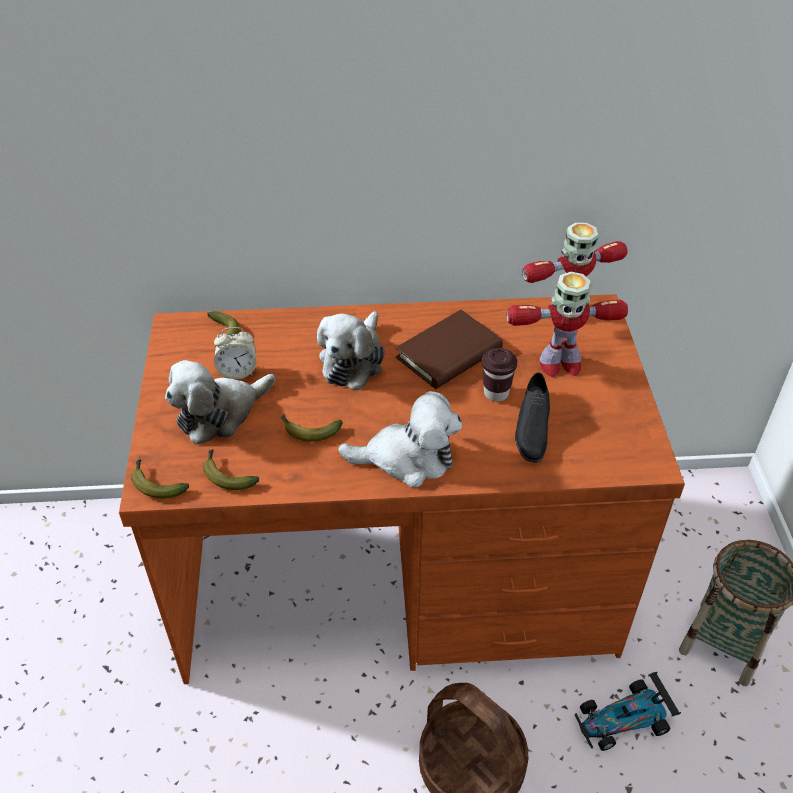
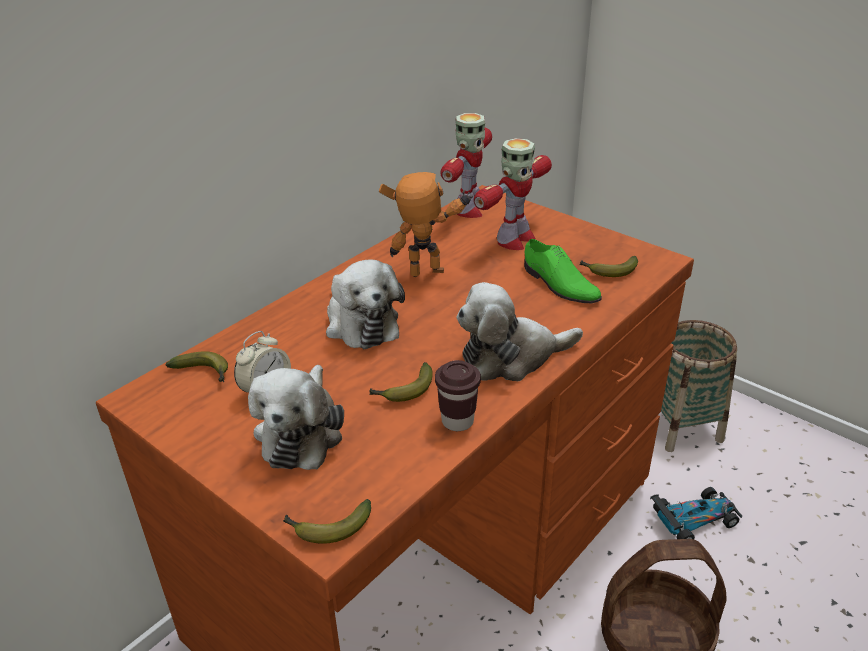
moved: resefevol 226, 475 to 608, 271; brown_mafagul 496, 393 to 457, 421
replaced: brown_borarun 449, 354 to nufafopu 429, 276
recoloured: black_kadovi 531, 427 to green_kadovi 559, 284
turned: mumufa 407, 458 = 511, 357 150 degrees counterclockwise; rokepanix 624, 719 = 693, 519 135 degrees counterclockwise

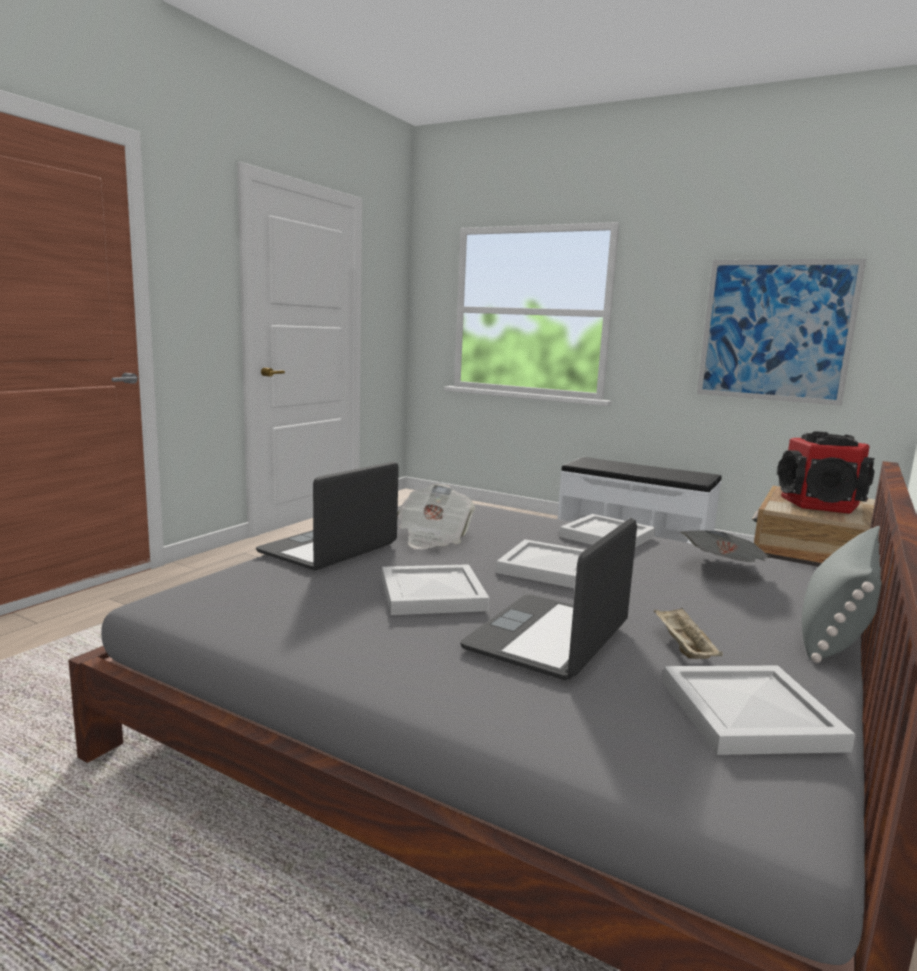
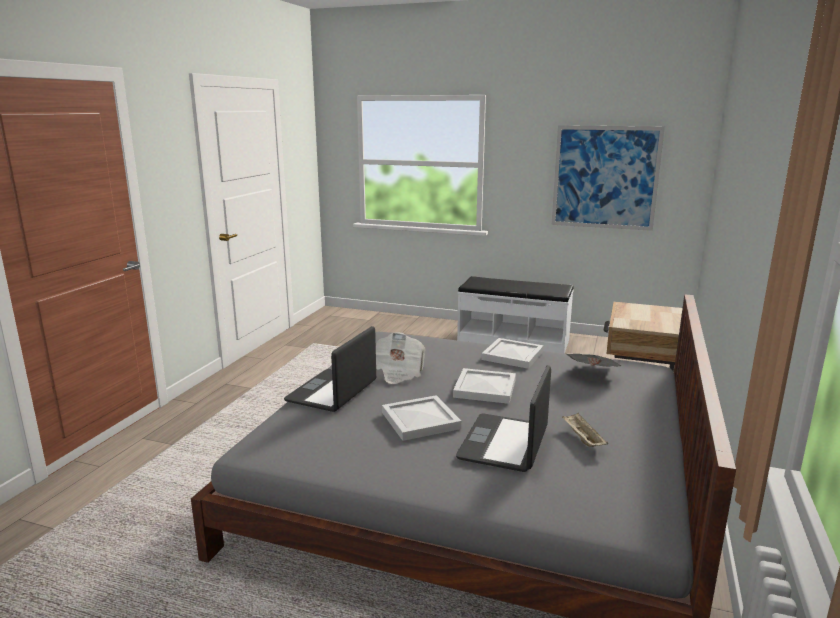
removed: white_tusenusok 752, 715; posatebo 822, 504; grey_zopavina 837, 627

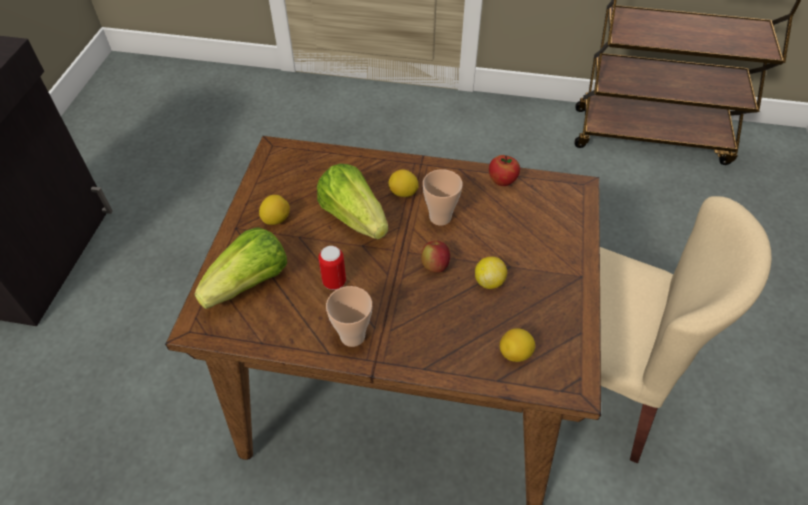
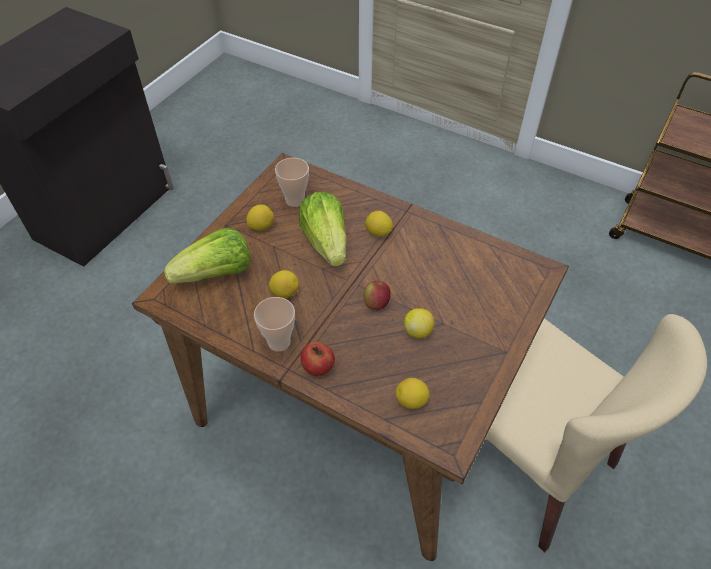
moved: mafagul 440, 217 to 295, 200; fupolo 502, 181 to 318, 368
replaced: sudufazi 334, 282 to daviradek 285, 292

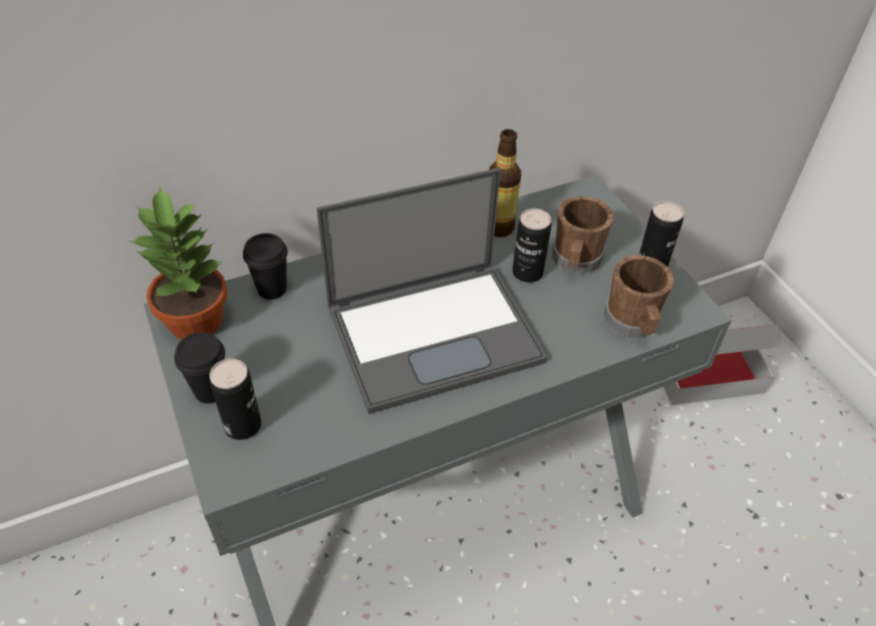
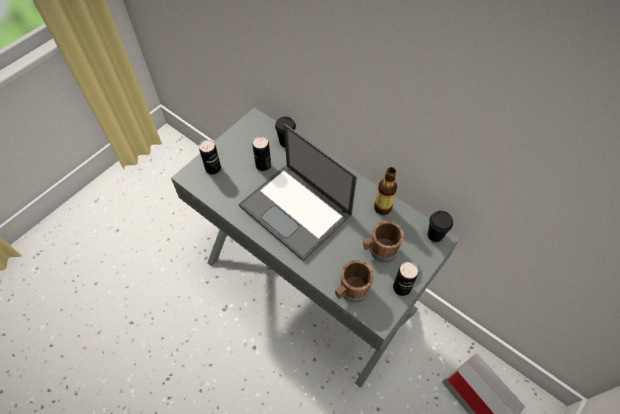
removed: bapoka 197, 320
moved: black_mafagul 211, 390 to 435, 235; sudufazi 527, 272 to 263, 165

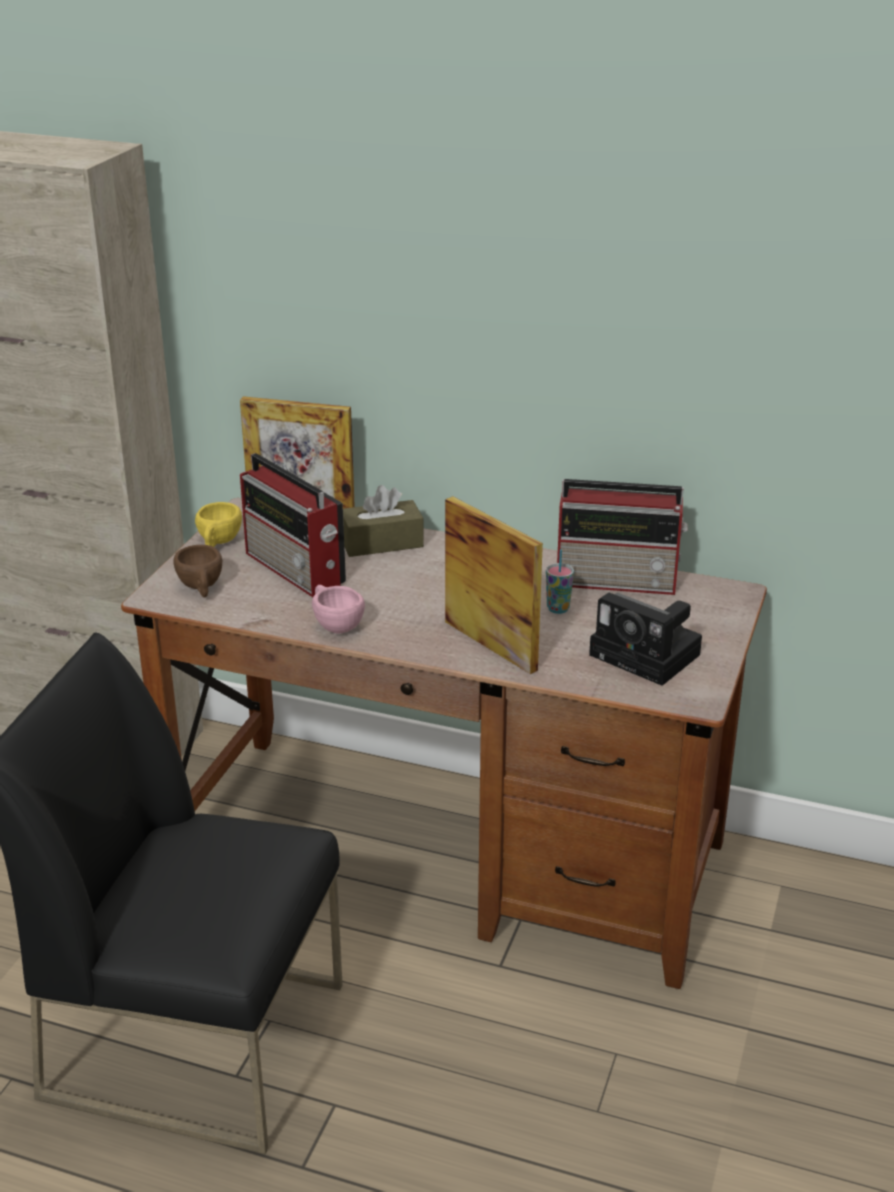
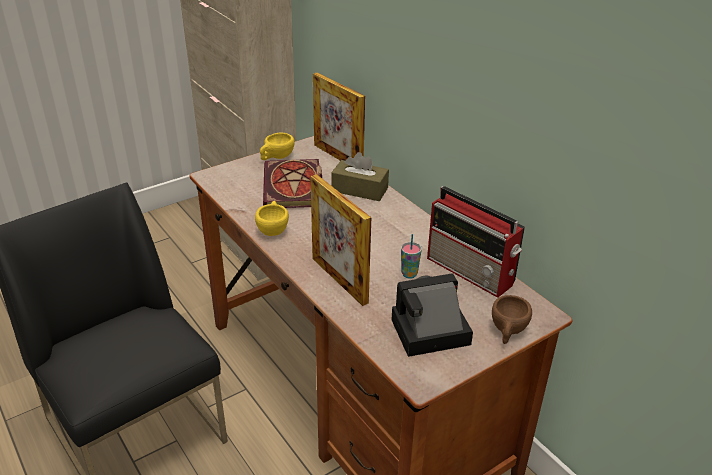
moved: brown_mafagul 201, 588 to 507, 331
replaced: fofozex 296, 570 to borarun 294, 188
recoloured: pink_mafagul 335, 624 to yellow_mafagul 273, 229
turned: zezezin 490, 645 = 339, 280 150 degrees clockwise; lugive 649, 656 = 427, 333 90 degrees clockwise

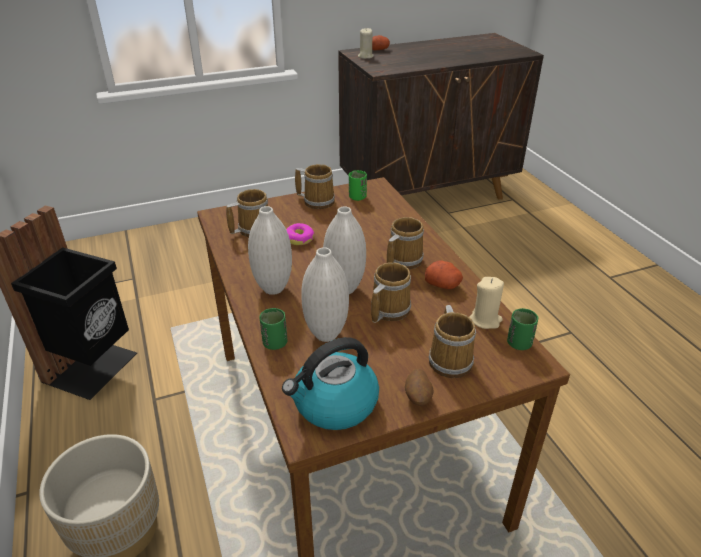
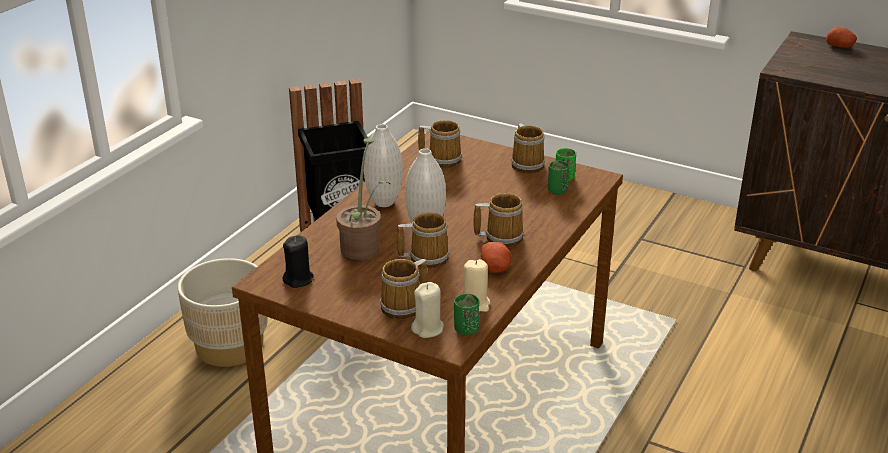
removed: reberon 299, 239; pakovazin 418, 397
moved: green_mafagul 275, 343 to 557, 191; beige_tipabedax 365, 56 to 428, 328
replaced: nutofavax 334, 404 to black_tipabedax 298, 279; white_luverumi 326, 334 to bapoka 363, 245

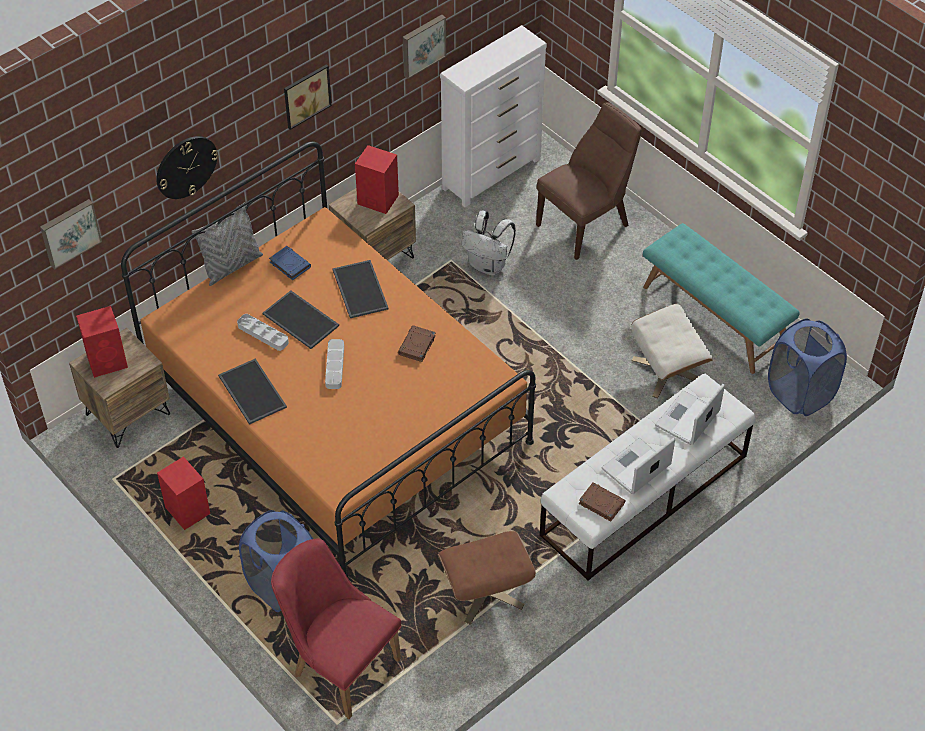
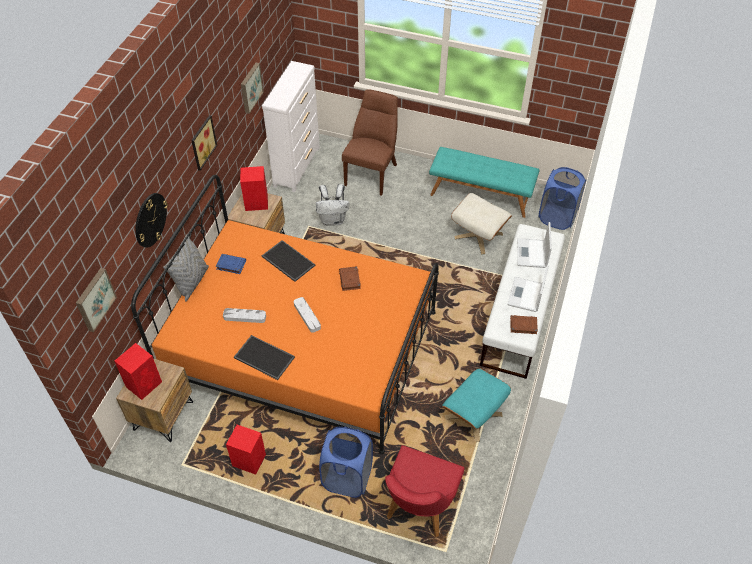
removed: tusenusok 302, 319
recoloured: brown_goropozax 485, 592 to turquoise_goropozax 473, 416
turned: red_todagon 338, 663 = 418, 510 75 degrees counterclockwise

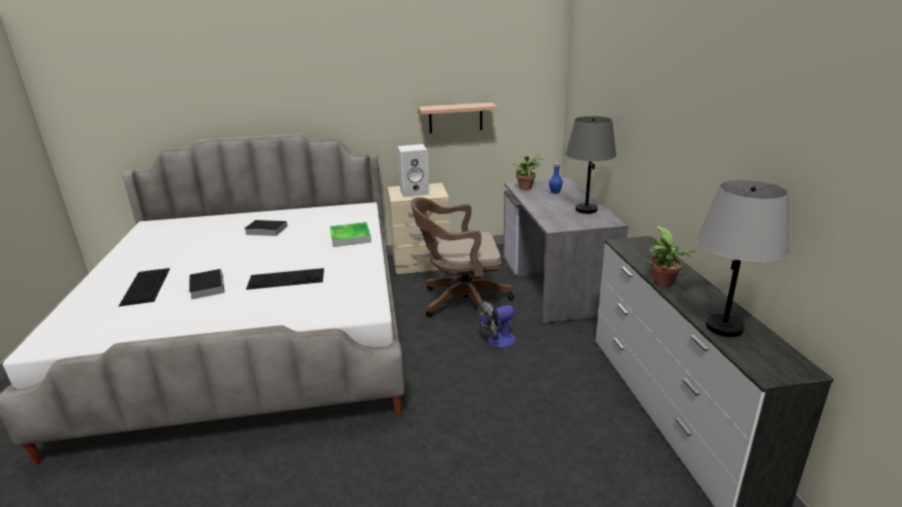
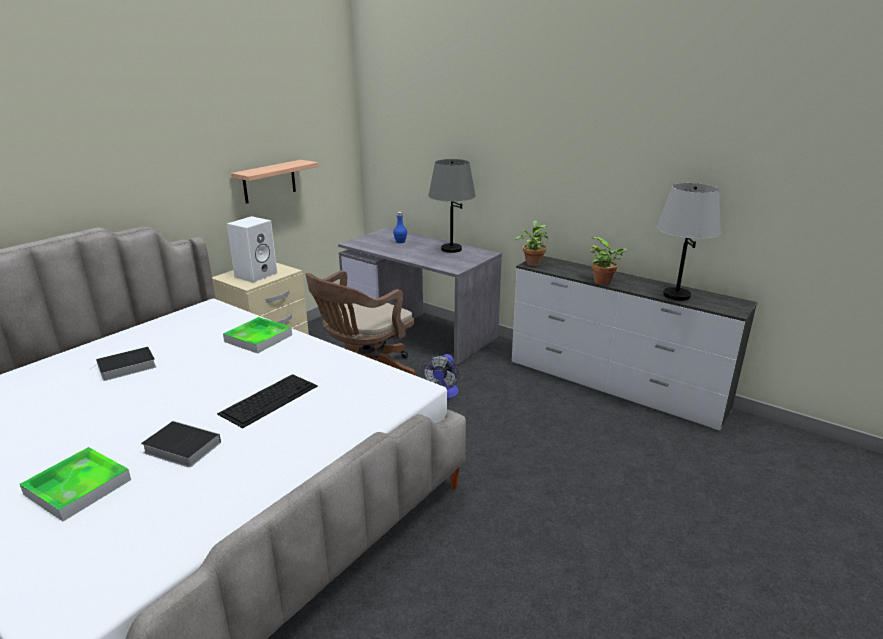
moved: bapoka 526, 187 to 532, 263
replaced: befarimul 145, 286 to tusenusok 78, 487

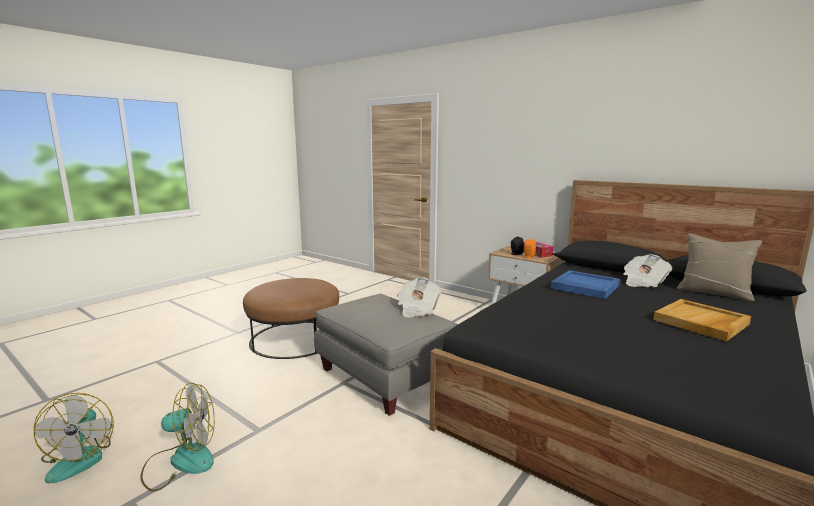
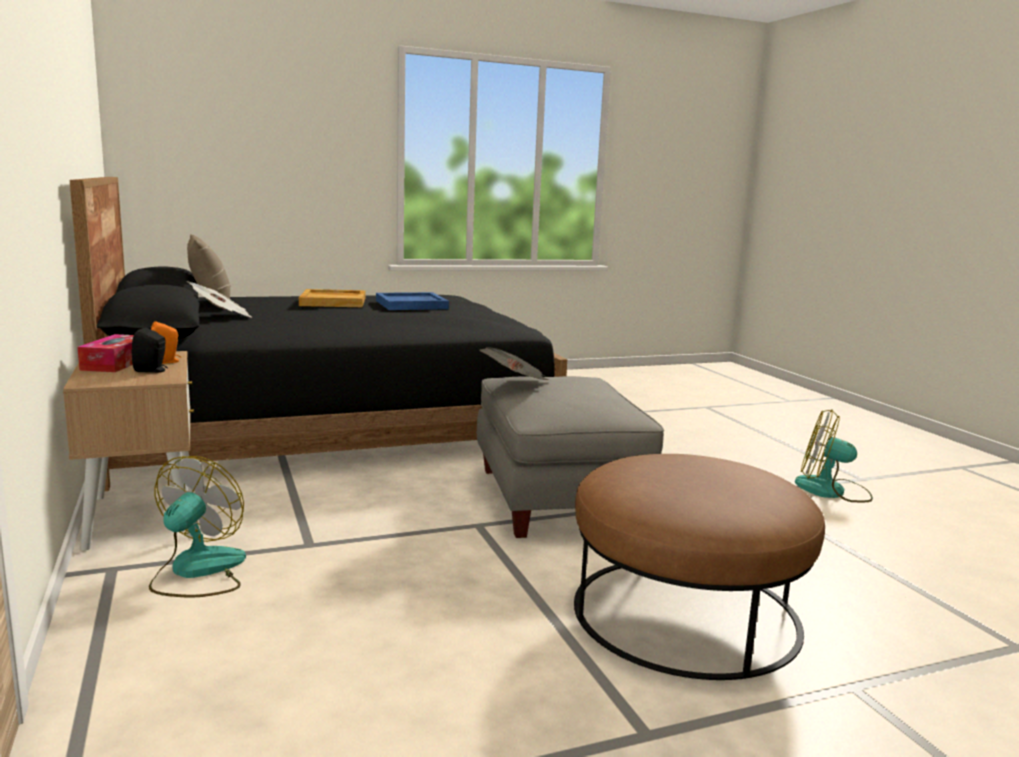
moved: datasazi 81, 457 to 197, 571; blue_tusenusok 584, 287 to 412, 305

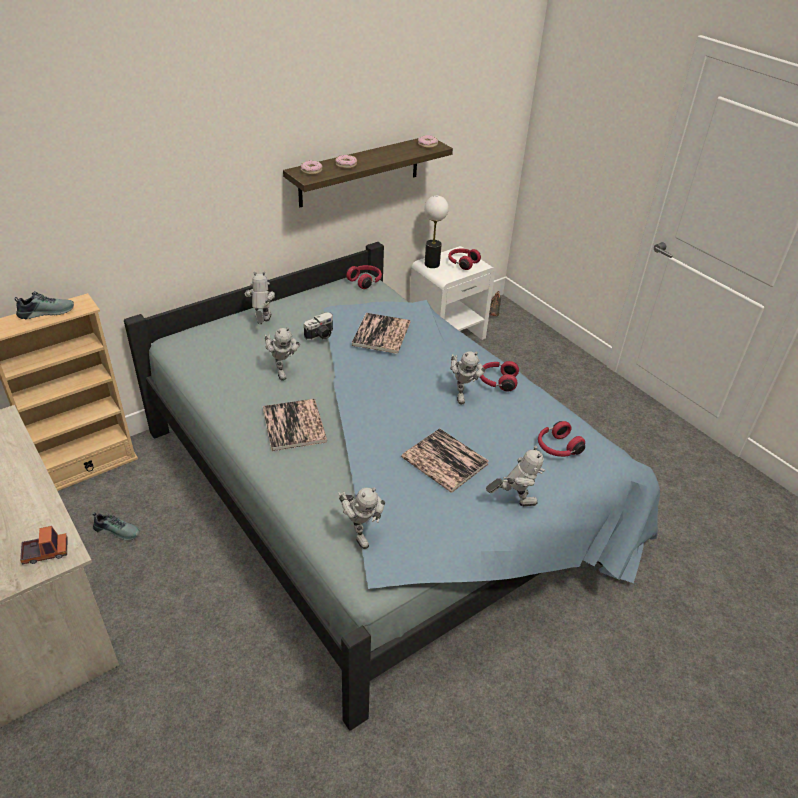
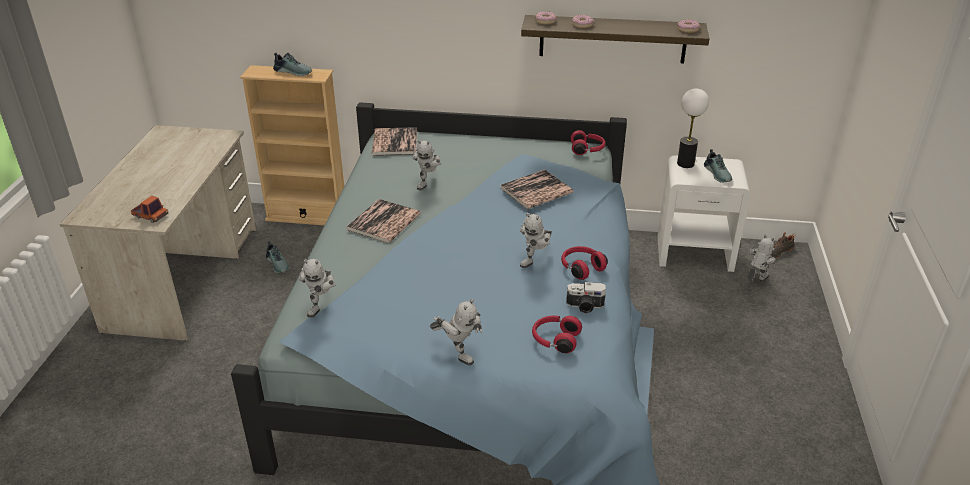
moved: nufafopu 262, 323 to 755, 281; lugive 321, 335 to 585, 306; borarun 444, 461 to 394, 142
replaced: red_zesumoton 462, 263 to kadovi 718, 174

